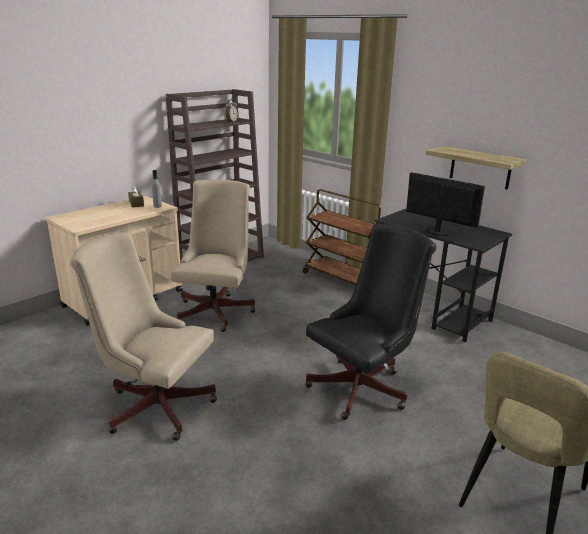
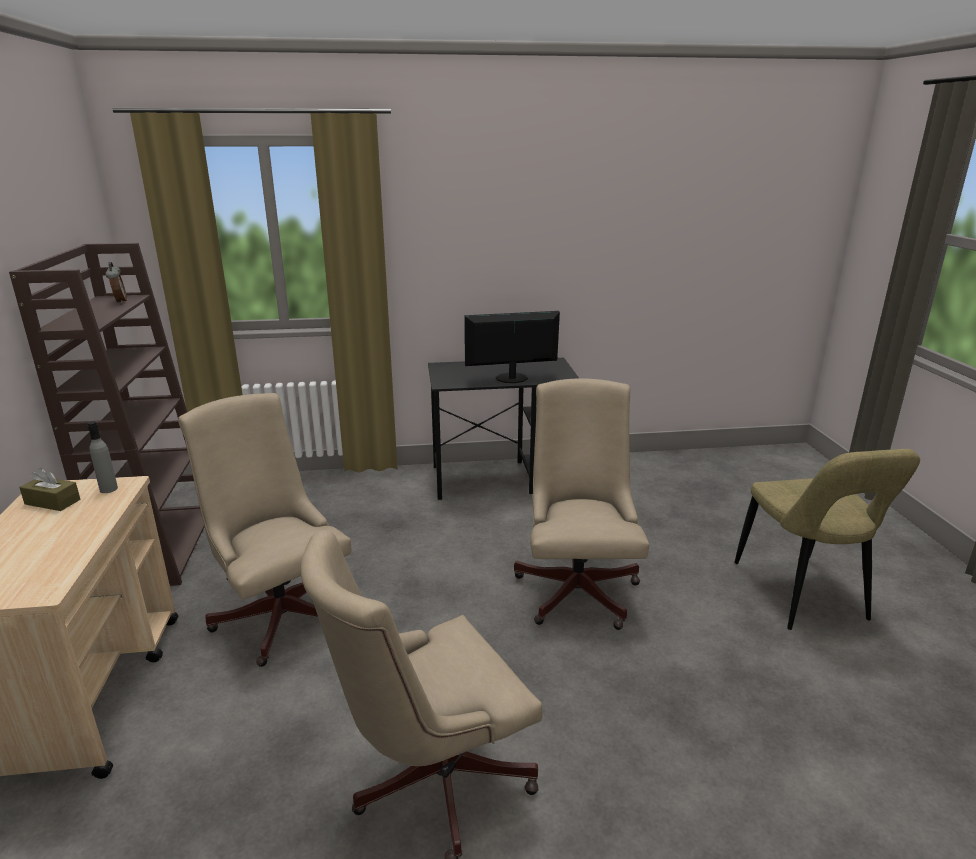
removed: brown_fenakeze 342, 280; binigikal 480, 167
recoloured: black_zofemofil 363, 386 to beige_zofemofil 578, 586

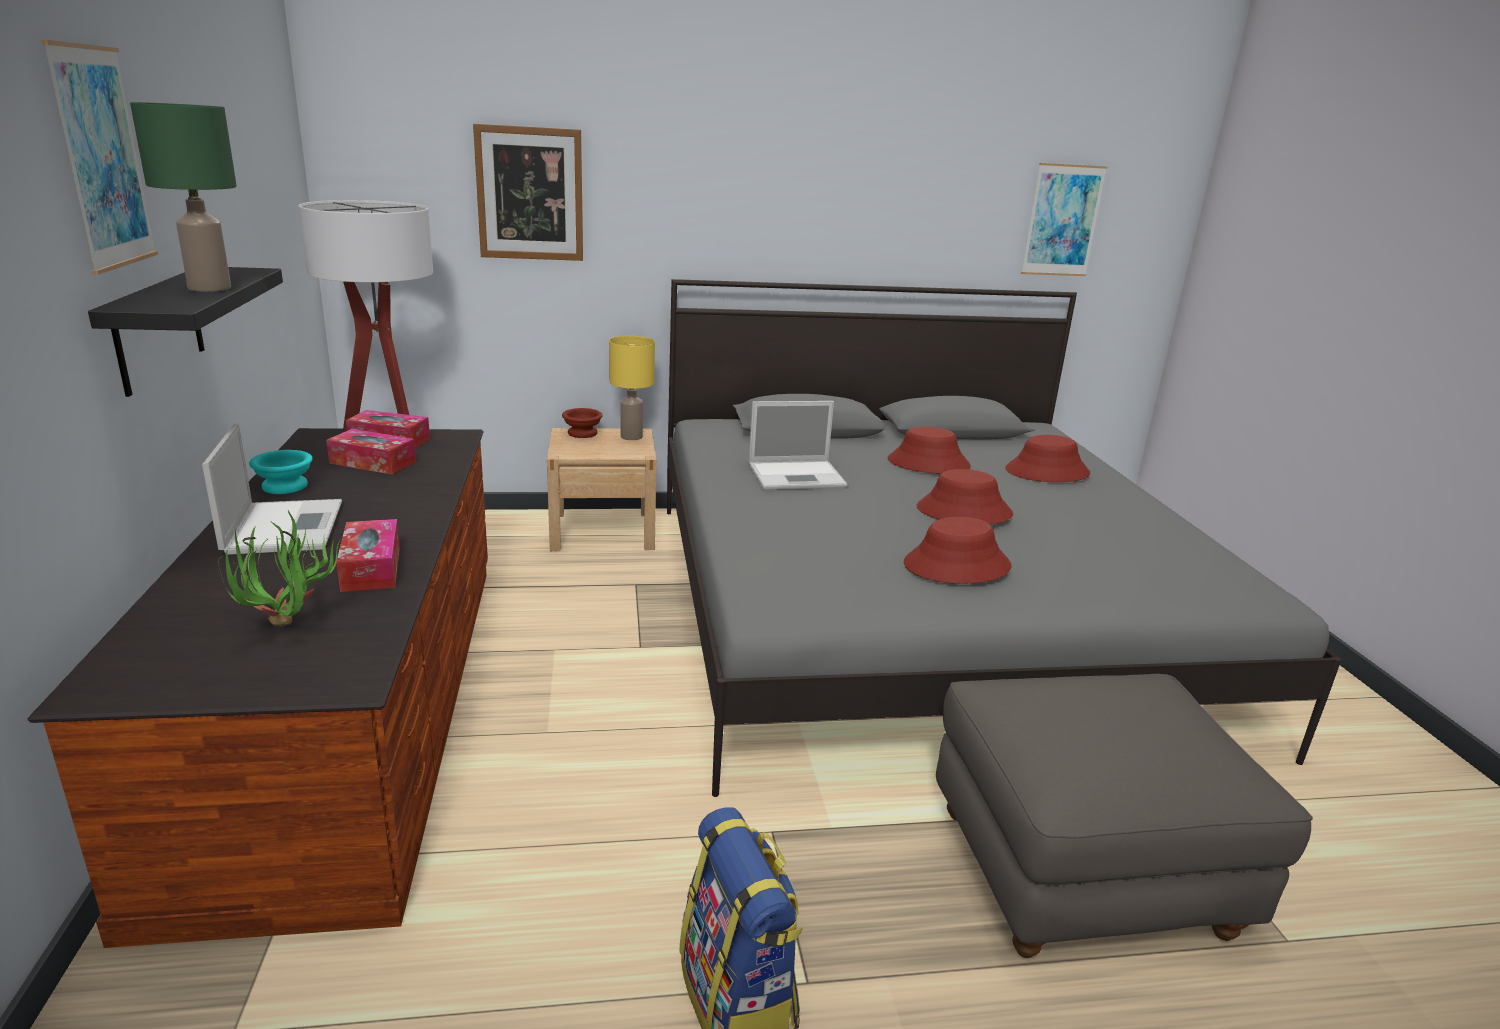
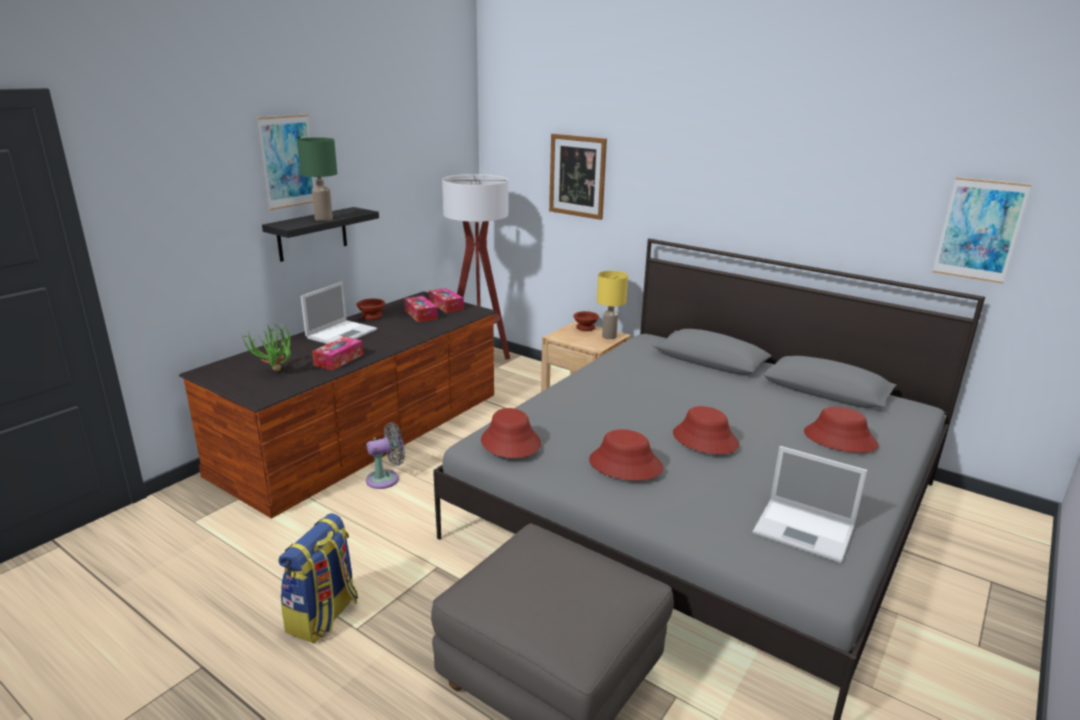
added: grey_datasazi 386, 479
moved: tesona 798, 476 to 805, 530; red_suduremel 928, 464 to 510, 442
recoloured: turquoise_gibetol 283, 487 to brown_gibetol 371, 316

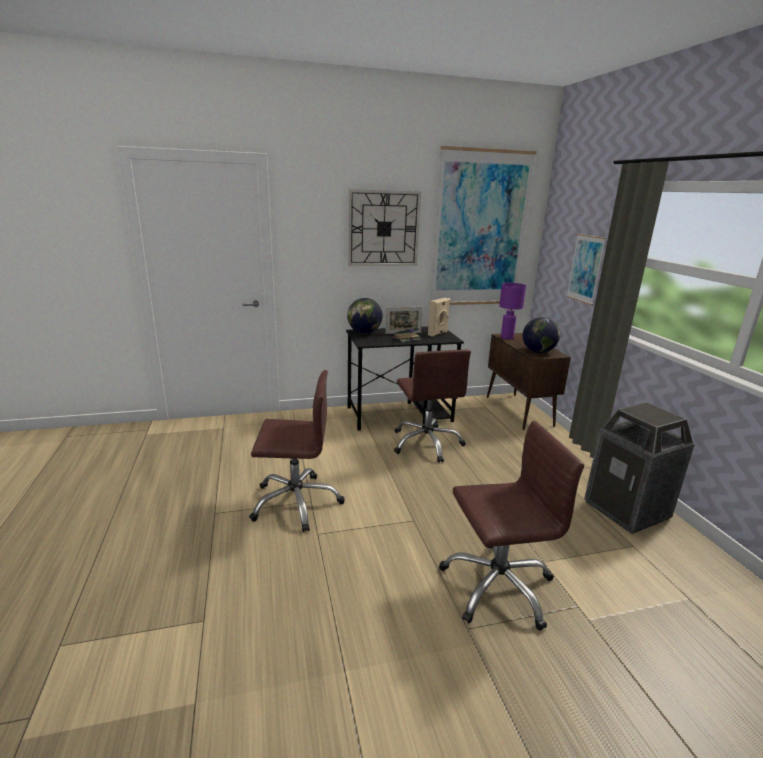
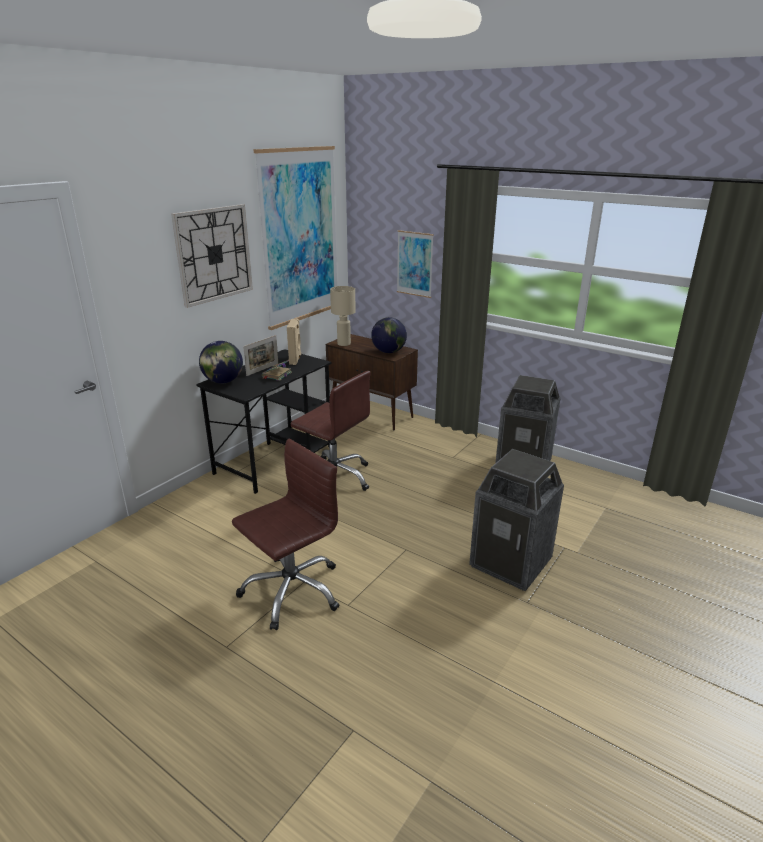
replaced: brown_zofemofil 497, 585 to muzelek 511, 563
recoloured: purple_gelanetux 506, 337 to beige_gelanetux 343, 344

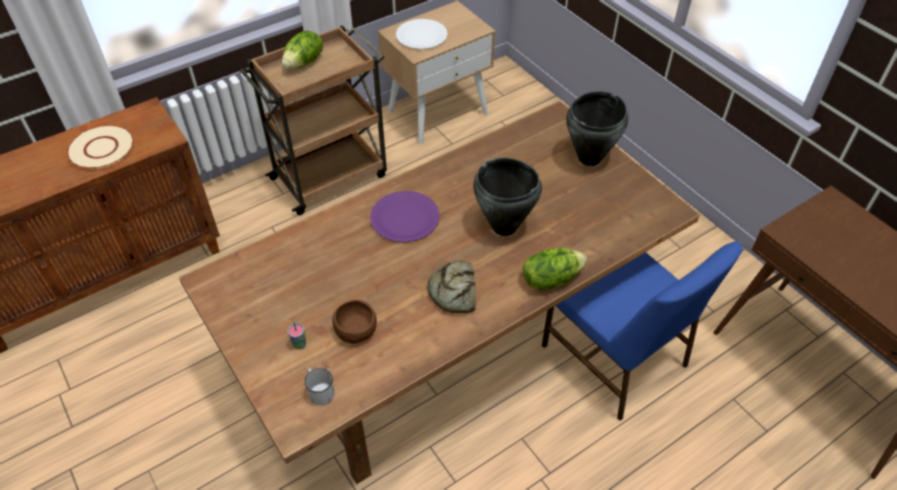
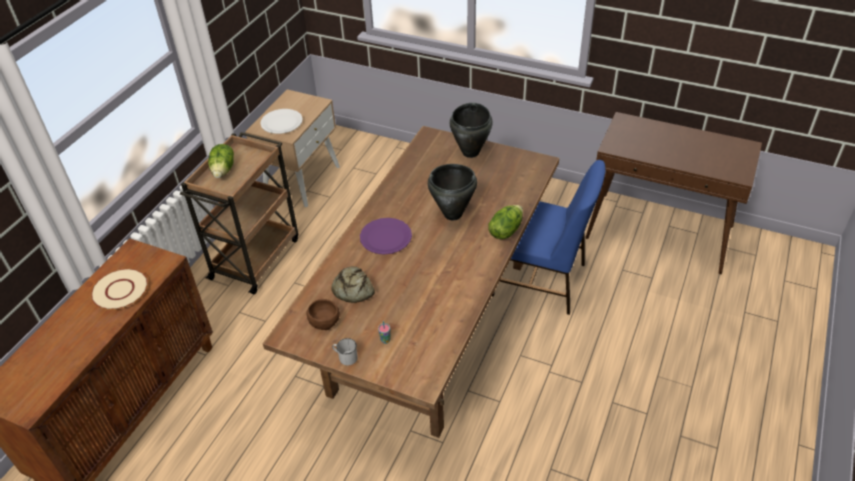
moved: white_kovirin 319, 391 to 345, 357; brown_gibetol 356, 329 to 324, 320; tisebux 454, 291 to 353, 289

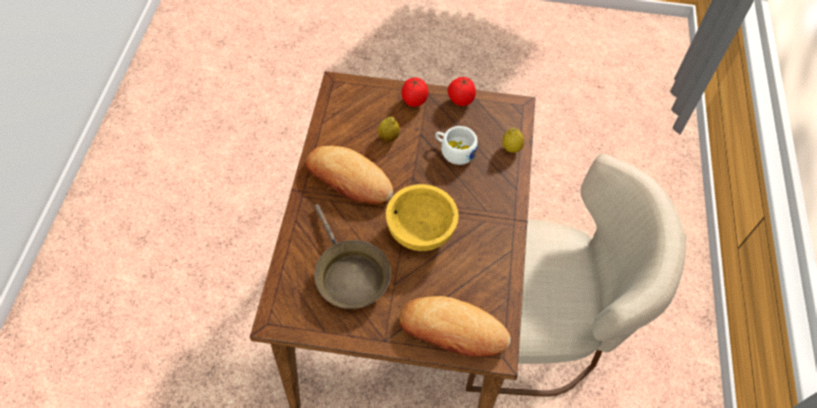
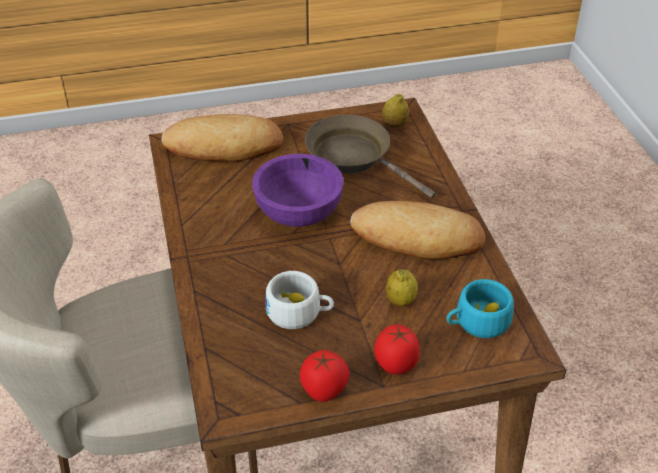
added: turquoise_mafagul 476, 322
moved: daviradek 511, 148 to 394, 125
recoloured: yellow_gibetol 420, 230 to purple_gibetol 299, 213

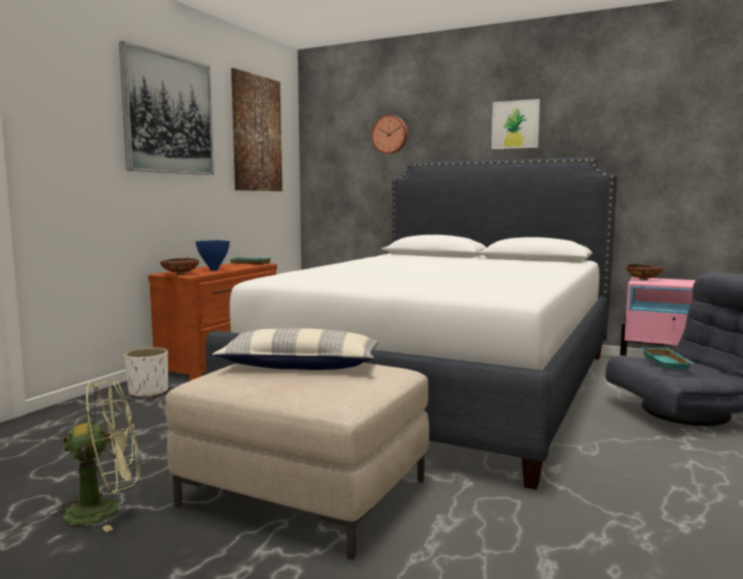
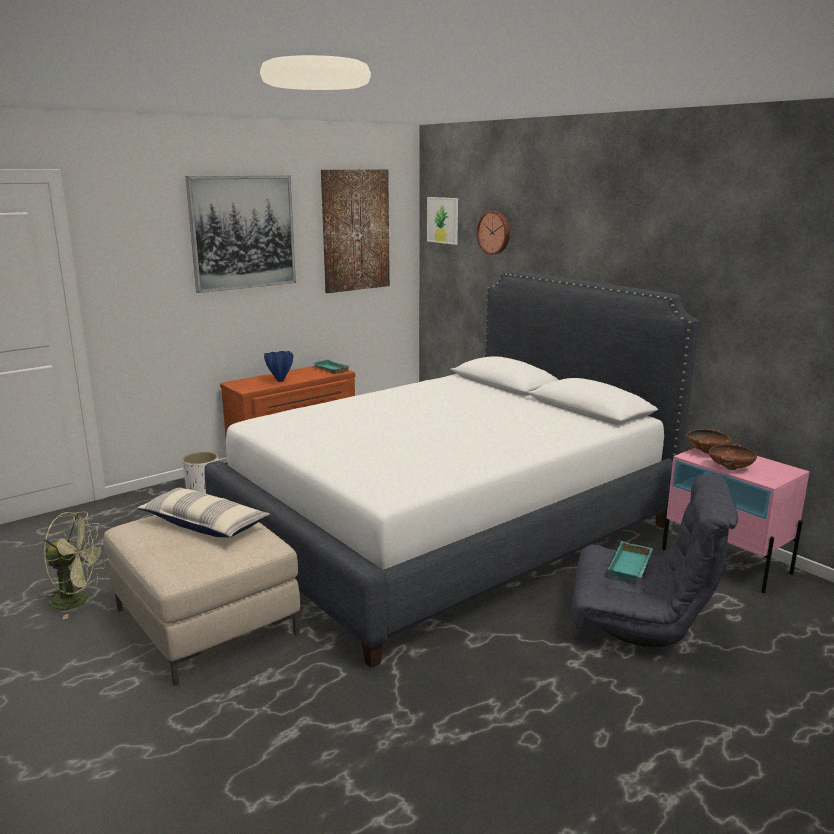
moved: brown_gibetol 180, 274 to 730, 468; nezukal 515, 124 to 443, 220

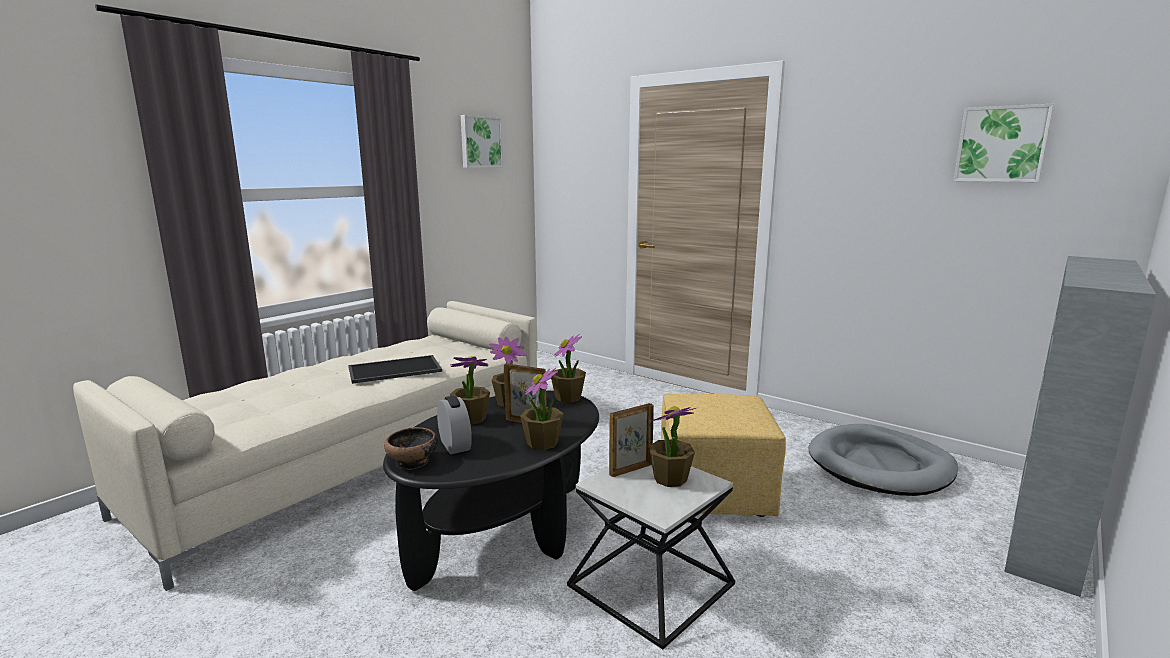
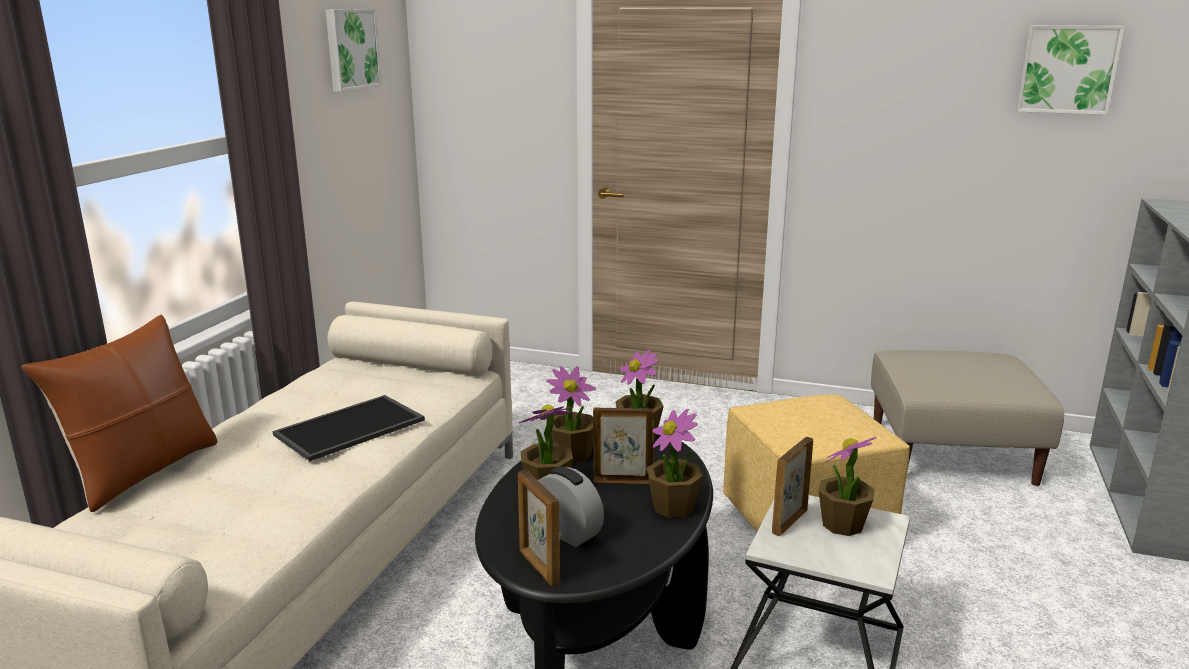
added: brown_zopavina 142, 471
replaced: gibetol 413, 461 to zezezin 538, 567; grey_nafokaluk 880, 465 to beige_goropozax 952, 452

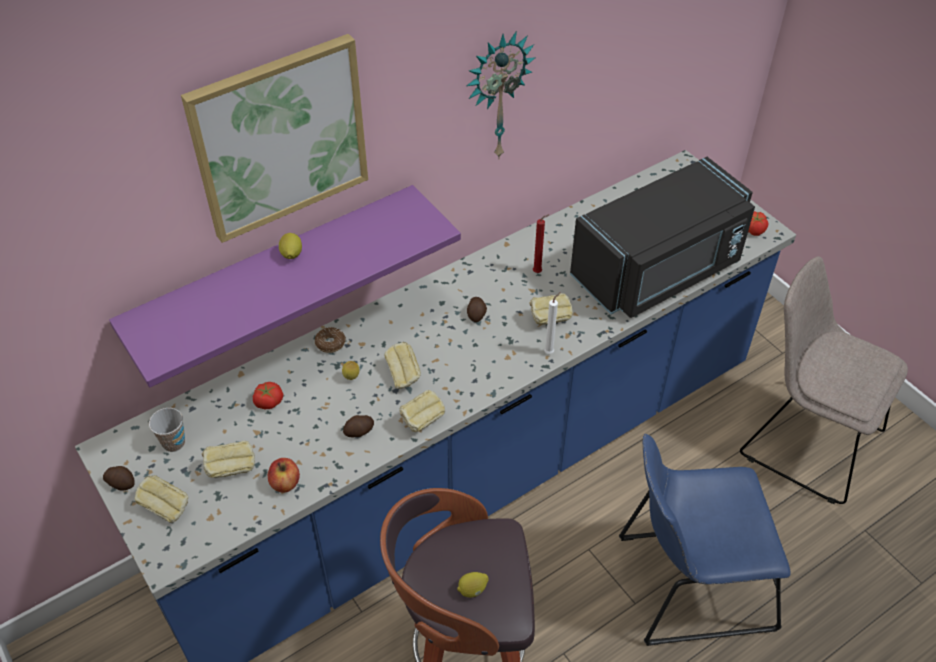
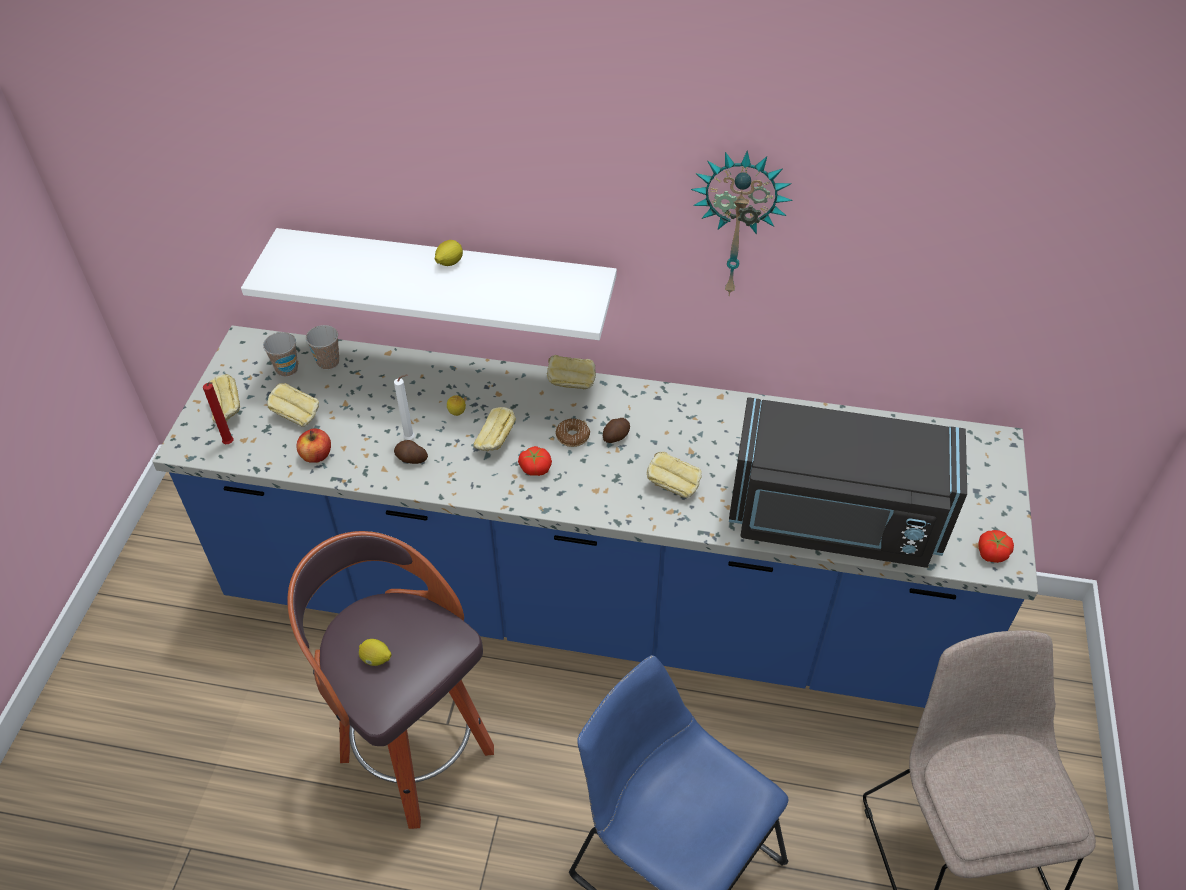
removed: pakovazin 121, 482; nezukal 280, 137
added: mafagul 328, 362
moved: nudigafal 268, 401 to 535, 467; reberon 330, 343 to 572, 436; tisebux 422, 421 to 571, 383; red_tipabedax 538, 272 to 230, 444; white_tipabedax 550, 352 to 411, 439
recoloured: purple_binigikal 275, 274 to white_binigikal 447, 277

